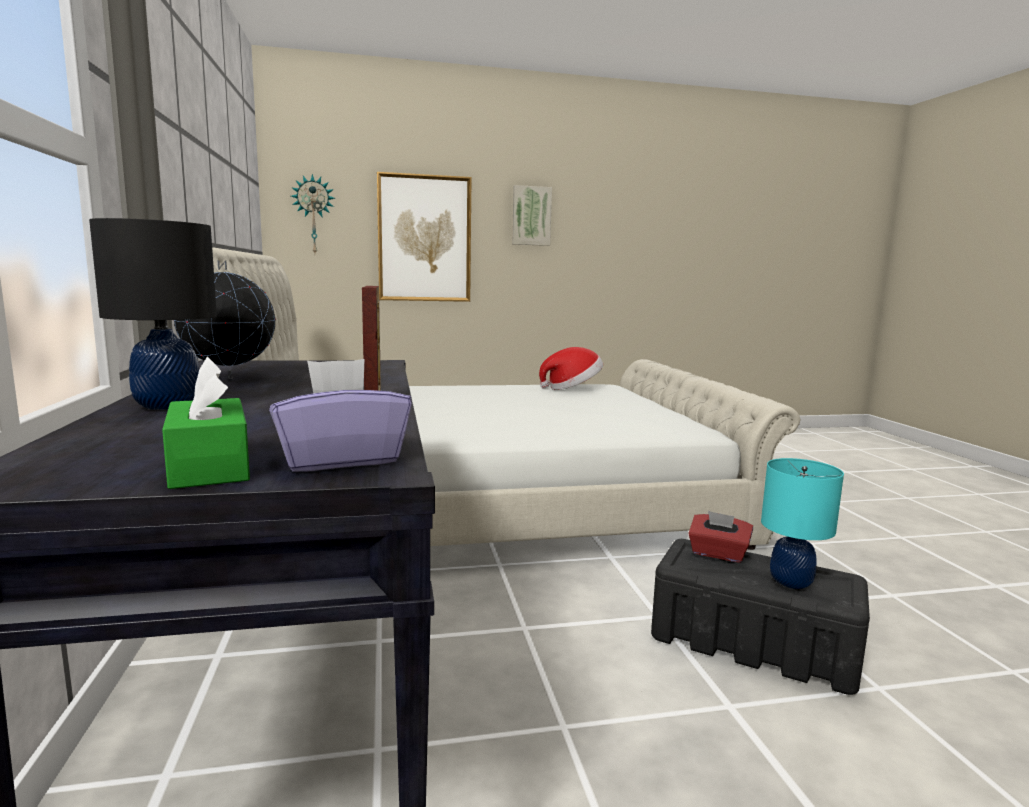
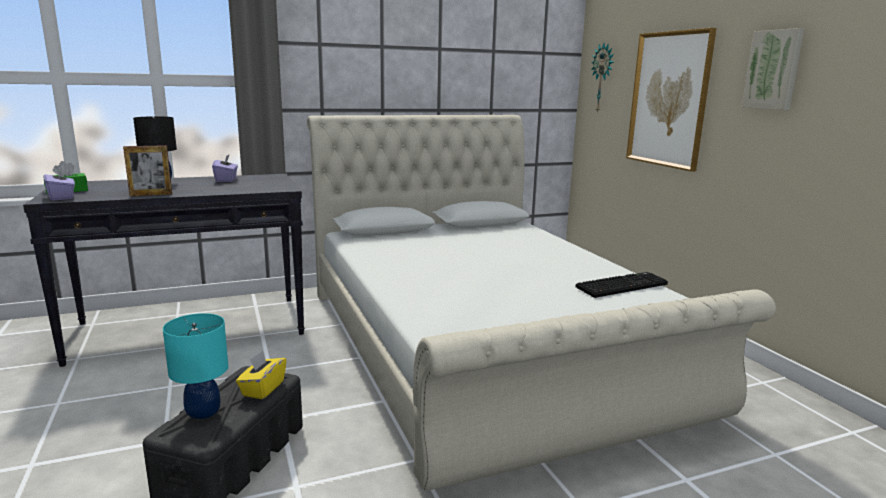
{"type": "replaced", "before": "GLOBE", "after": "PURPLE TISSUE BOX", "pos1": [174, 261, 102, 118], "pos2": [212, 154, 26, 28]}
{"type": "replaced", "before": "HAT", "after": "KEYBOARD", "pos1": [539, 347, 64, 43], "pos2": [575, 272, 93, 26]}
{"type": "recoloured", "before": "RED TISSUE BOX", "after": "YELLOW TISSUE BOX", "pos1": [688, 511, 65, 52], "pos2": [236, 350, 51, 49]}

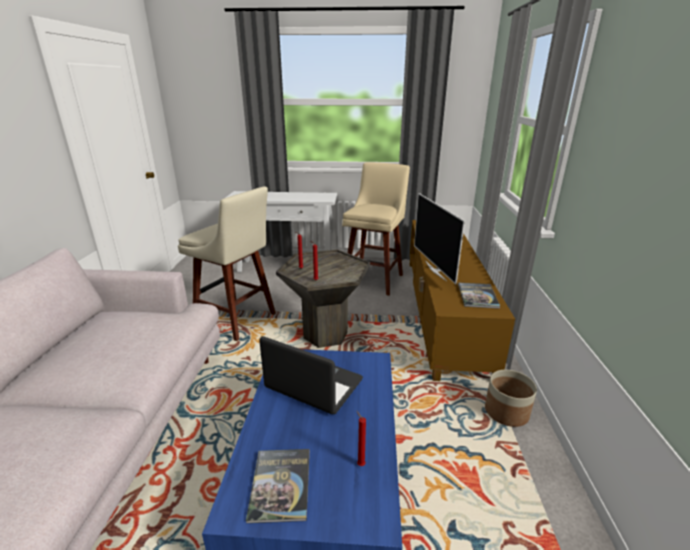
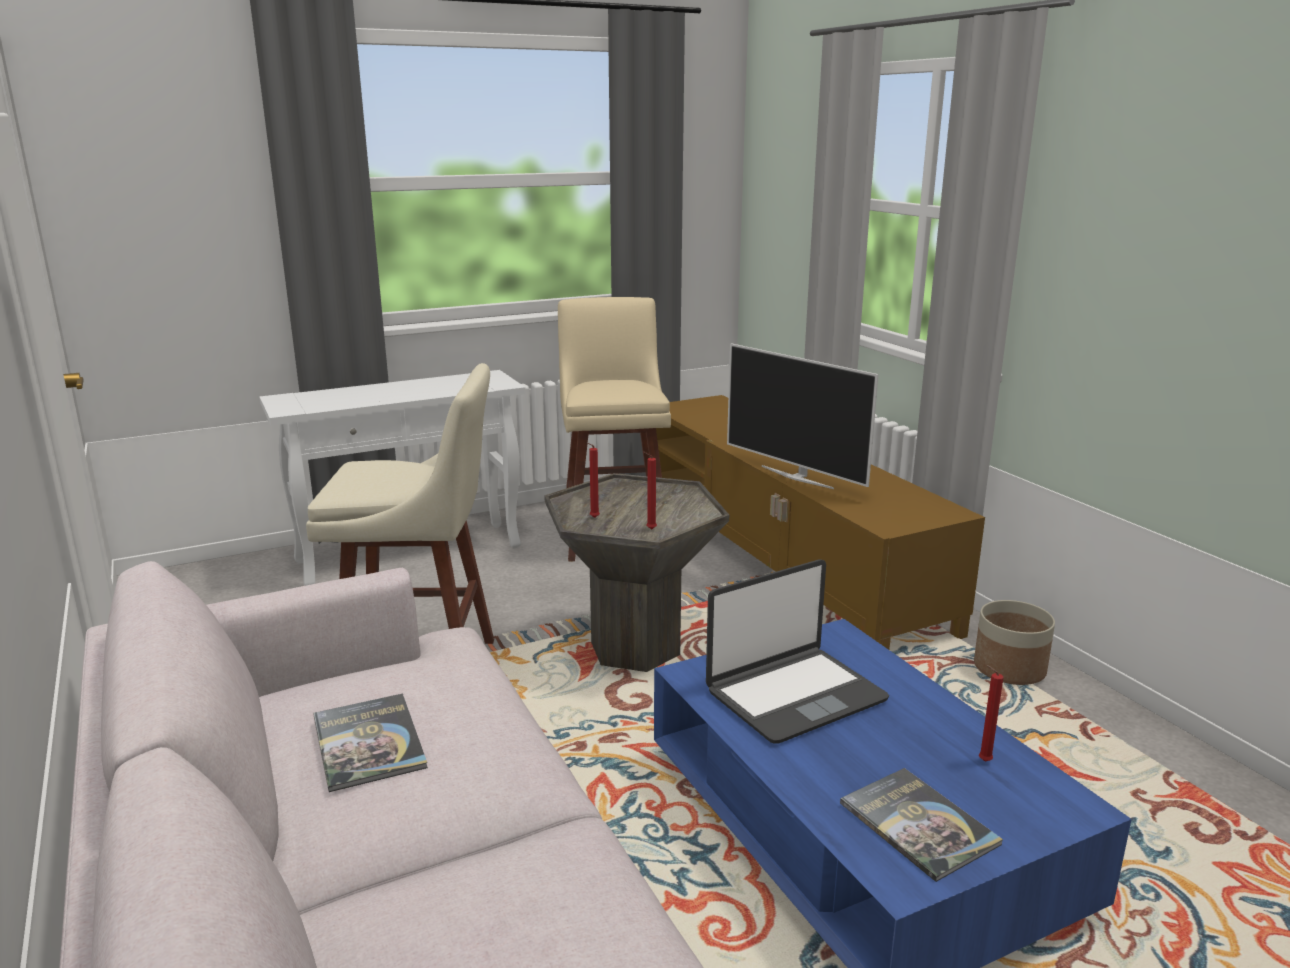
{"type": "moved", "before": "BOOK", "pos1": [458, 283, 42, 26], "pos2": [313, 693, 115, 99]}
{"type": "turned", "before": "LAPTOP", "pos1": [259, 336, 104, 78], "pos2": [706, 560, 183, 184], "turn": 150}

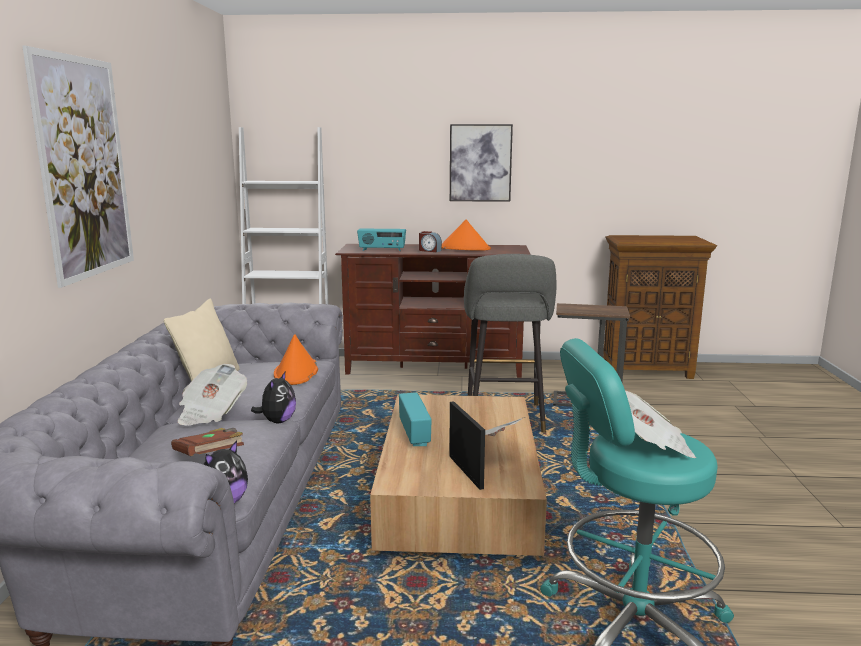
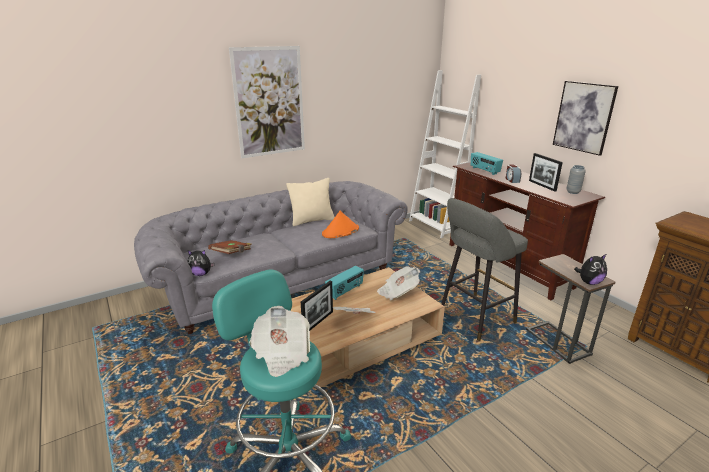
{"type": "added", "after": "GREY VASE", "pos2": [566, 165, 20, 29]}
{"type": "moved", "before": "NEWSPAPER", "pos1": [177, 364, 70, 61], "pos2": [377, 266, 43, 34]}
{"type": "moved", "before": "PLUSH TOY", "pos1": [251, 372, 45, 51], "pos2": [574, 254, 33, 31]}
{"type": "replaced", "before": "ORANGE HAT", "after": "PICTURE FRAME", "pos1": [442, 220, 49, 31], "pos2": [529, 153, 34, 39]}

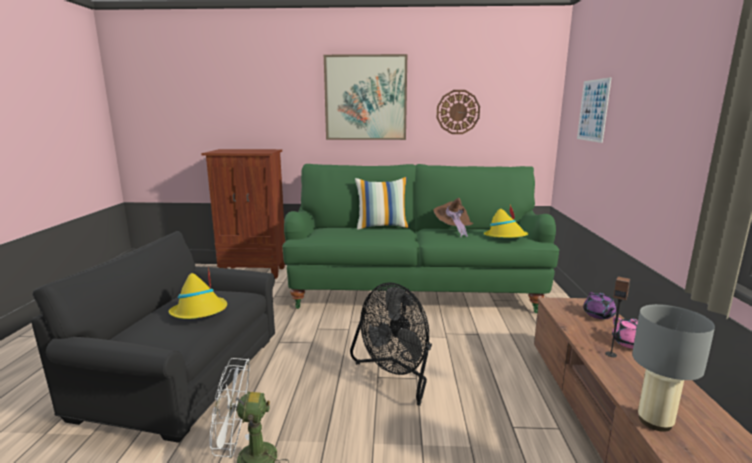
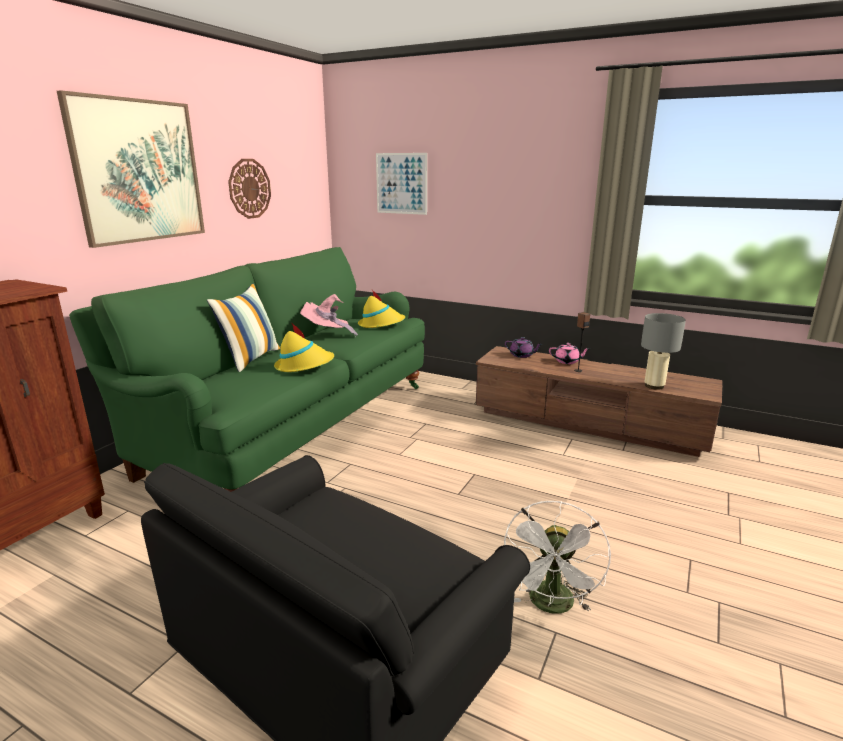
{"type": "removed", "before": "BLACK FAN", "pos1": [350, 283, 82, 123]}
{"type": "moved", "before": "YELLOW HAT", "pos1": [169, 266, 58, 53], "pos2": [274, 322, 60, 50]}
{"type": "recoloured", "before": "BROWN HAT", "after": "PINK HAT", "pos1": [433, 198, 40, 39], "pos2": [300, 294, 58, 44]}

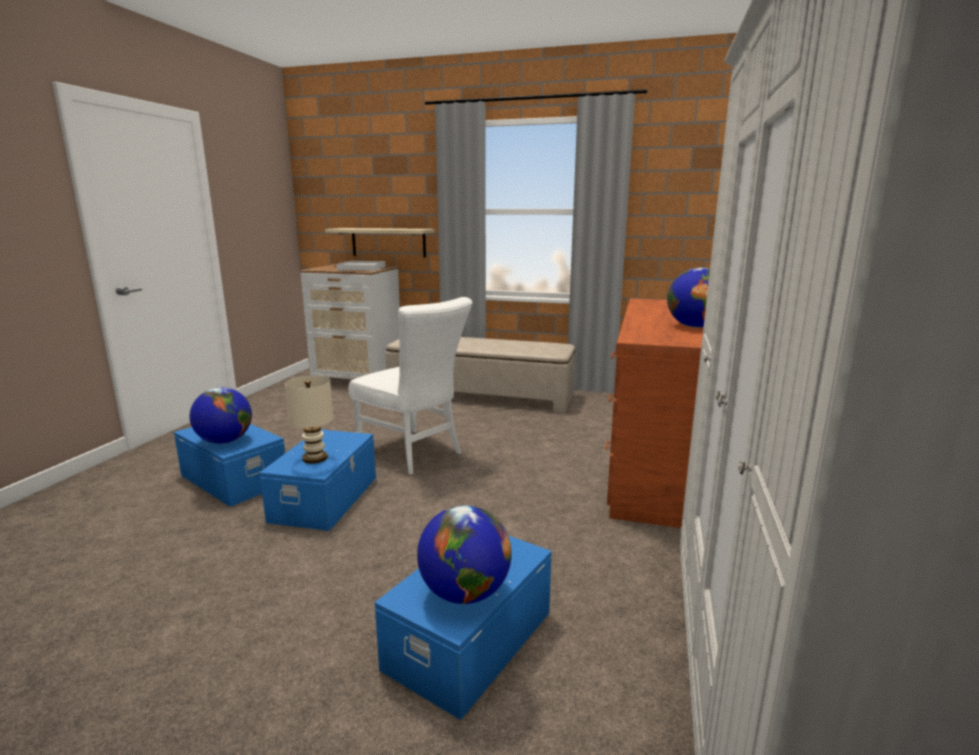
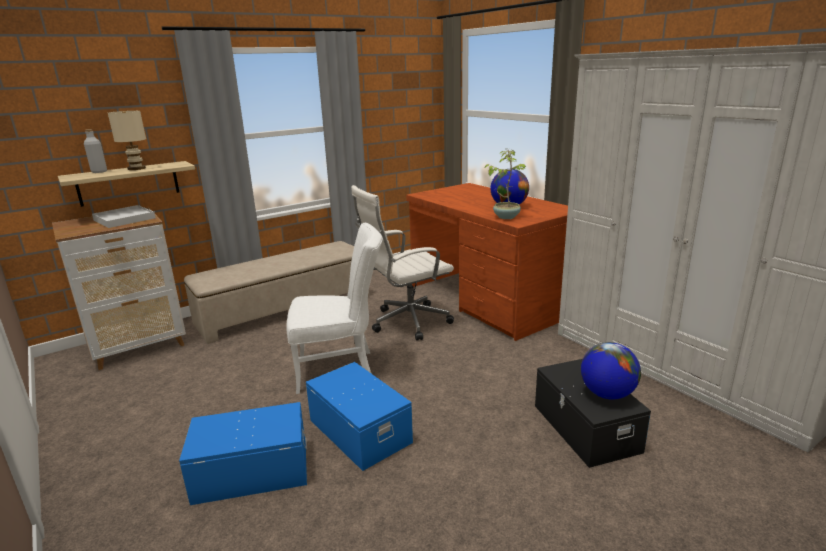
{"type": "removed", "before": "GLOBE", "pos1": [190, 387, 62, 57]}
{"type": "added", "after": "GREY BOTTLE", "pos2": [84, 129, 23, 44]}
{"type": "added", "after": "WHITE OFFICE CHAIR", "pos2": [351, 185, 103, 156]}
{"type": "added", "after": "POTTED PLANT", "pos2": [485, 150, 41, 69]}
{"type": "moved", "before": "BEIGE TABLE LAMP", "pos1": [285, 375, 48, 89], "pos2": [108, 111, 38, 59]}
{"type": "recoloured", "before": "BLUE STORAGE BOX", "after": "BLACK STORAGE BOX", "pos1": [375, 535, 177, 185], "pos2": [535, 359, 116, 109]}

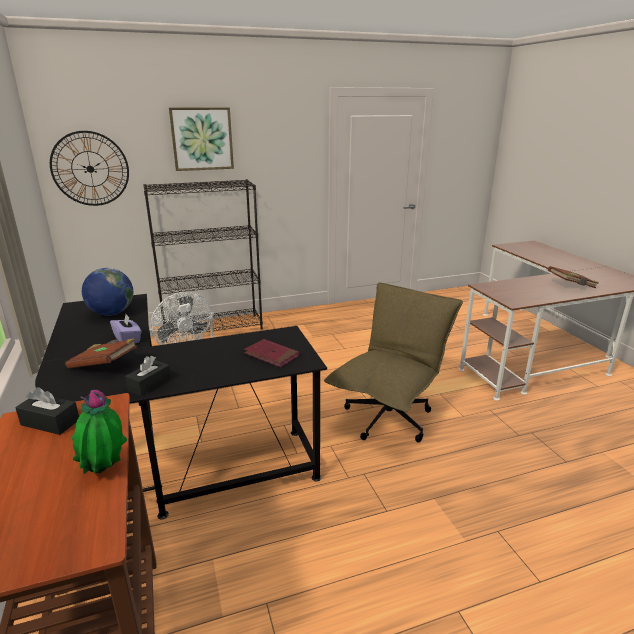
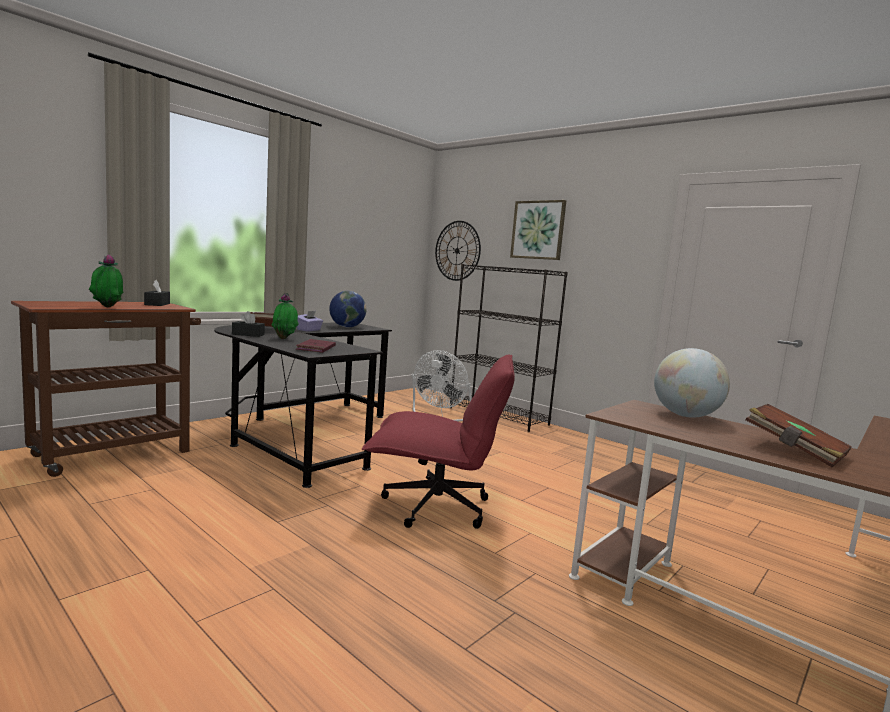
{"type": "added", "after": "POTTED PLANT", "pos2": [272, 293, 27, 46]}
{"type": "added", "after": "GLOBE", "pos2": [654, 348, 76, 70]}
{"type": "recoloured", "before": "BEIGE OFFICE CHAIR", "after": "RED OFFICE CHAIR", "pos1": [324, 282, 139, 160], "pos2": [362, 354, 153, 175]}

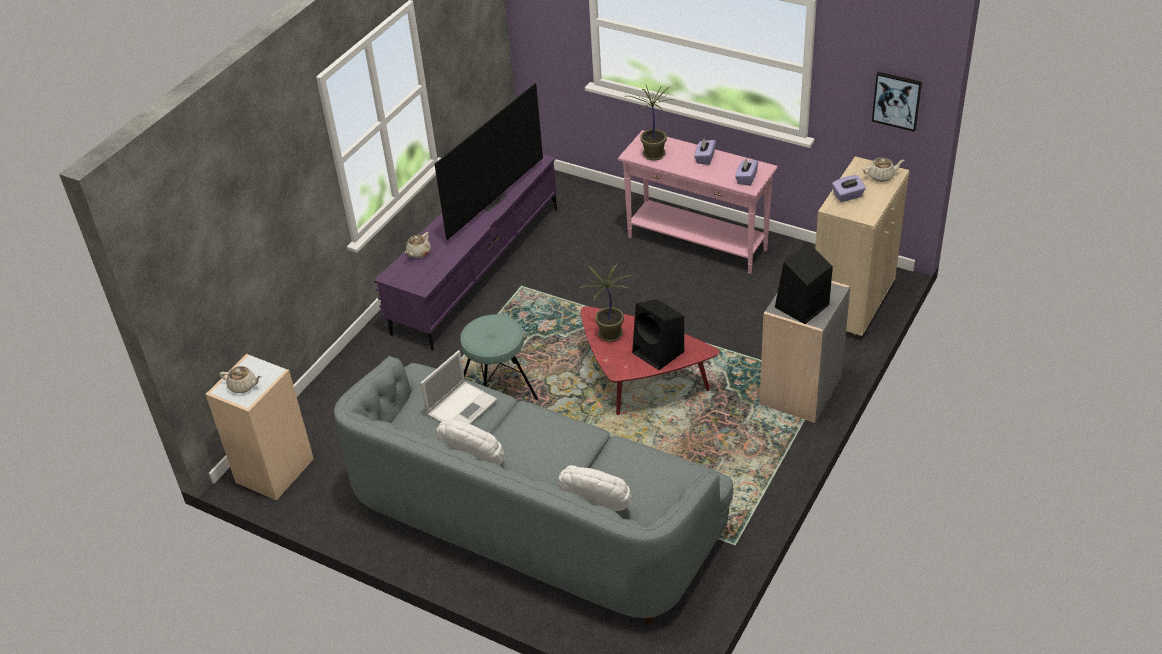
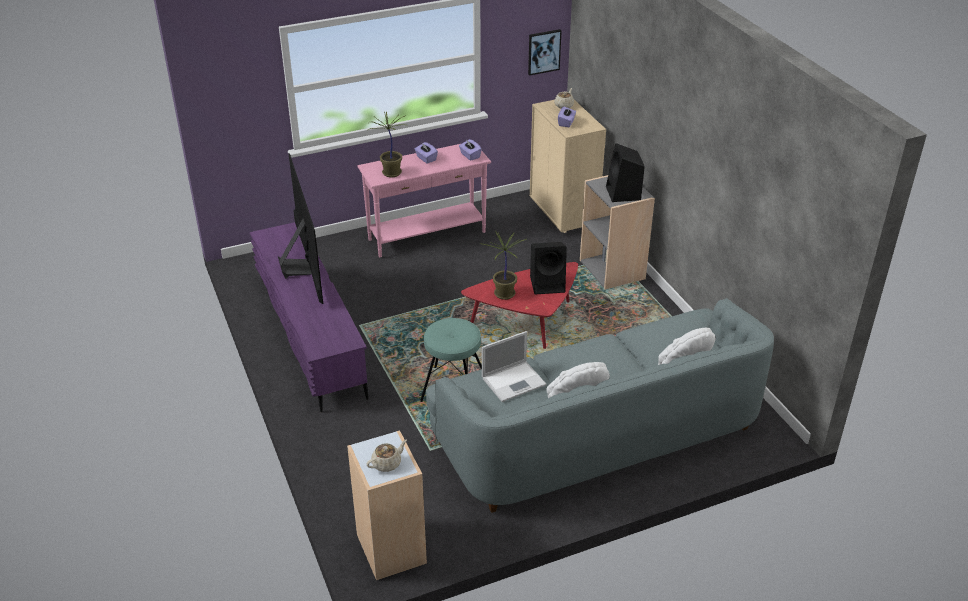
{"type": "removed", "before": "BEIGE TEAPOT", "pos1": [405, 232, 26, 26]}
{"type": "turned", "before": "LAPTOP", "pos1": [420, 350, 77, 74], "pos2": [482, 331, 64, 71], "turn": 75}

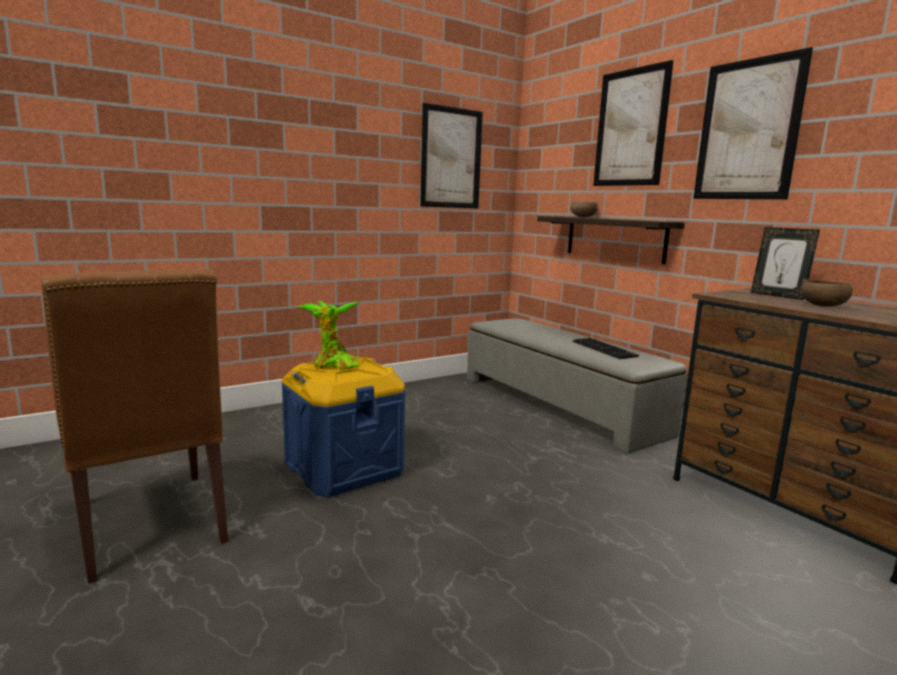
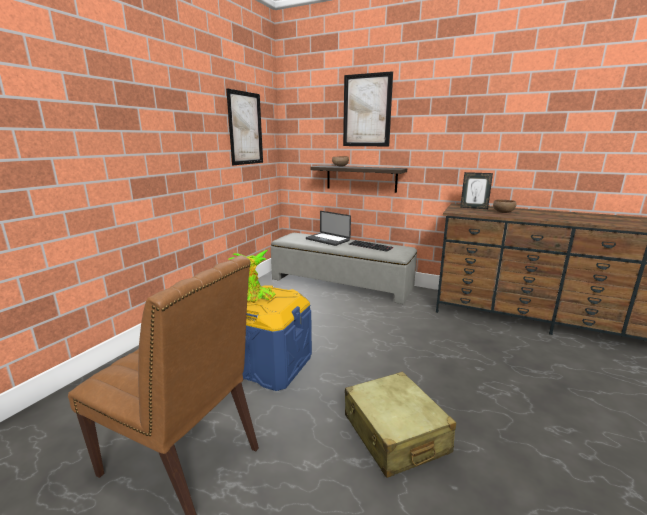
{"type": "removed", "before": "PICTURE", "pos1": [693, 47, 120, 153]}
{"type": "added", "after": "LAPTOP", "pos2": [306, 211, 45, 35]}
{"type": "added", "after": "BEIGE SUITCASE", "pos2": [345, 372, 111, 106]}

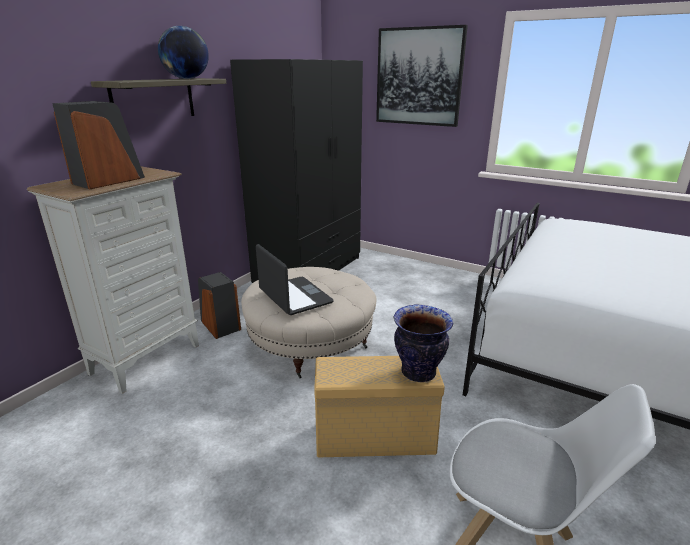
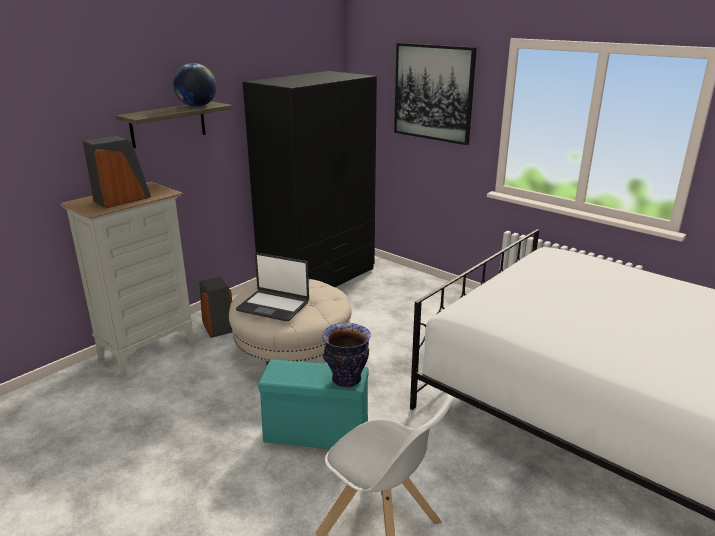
{"type": "recoloured", "before": "BEIGE STORAGE BOX", "after": "TURQUOISE STORAGE BOX", "pos1": [314, 356, 131, 101], "pos2": [258, 359, 110, 90]}
{"type": "turned", "before": "LAPTOP", "pos1": [256, 244, 78, 71], "pos2": [236, 253, 73, 68], "turn": 135}

